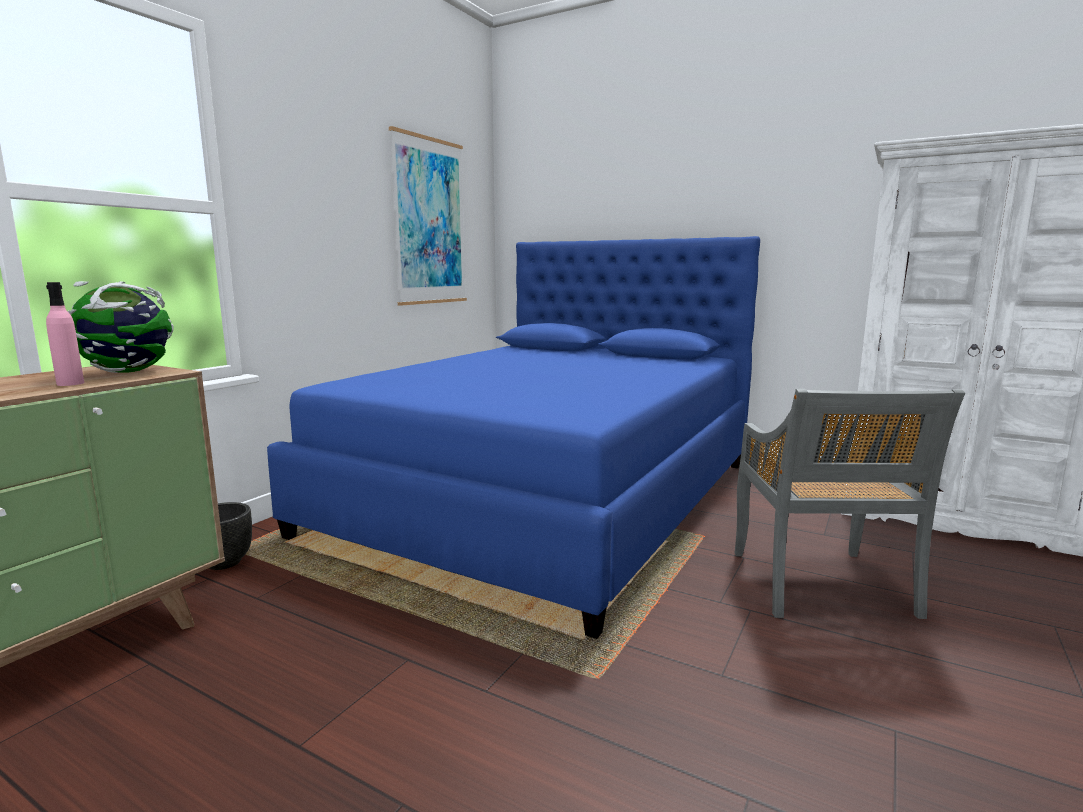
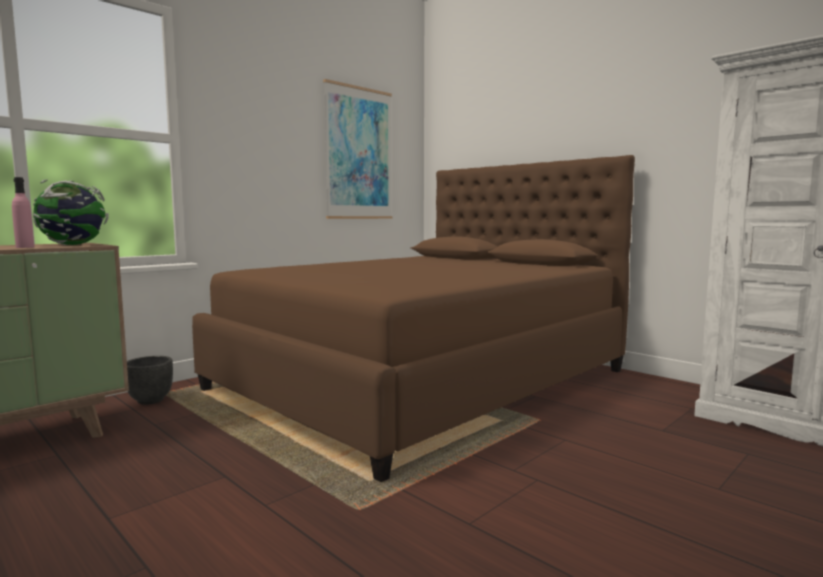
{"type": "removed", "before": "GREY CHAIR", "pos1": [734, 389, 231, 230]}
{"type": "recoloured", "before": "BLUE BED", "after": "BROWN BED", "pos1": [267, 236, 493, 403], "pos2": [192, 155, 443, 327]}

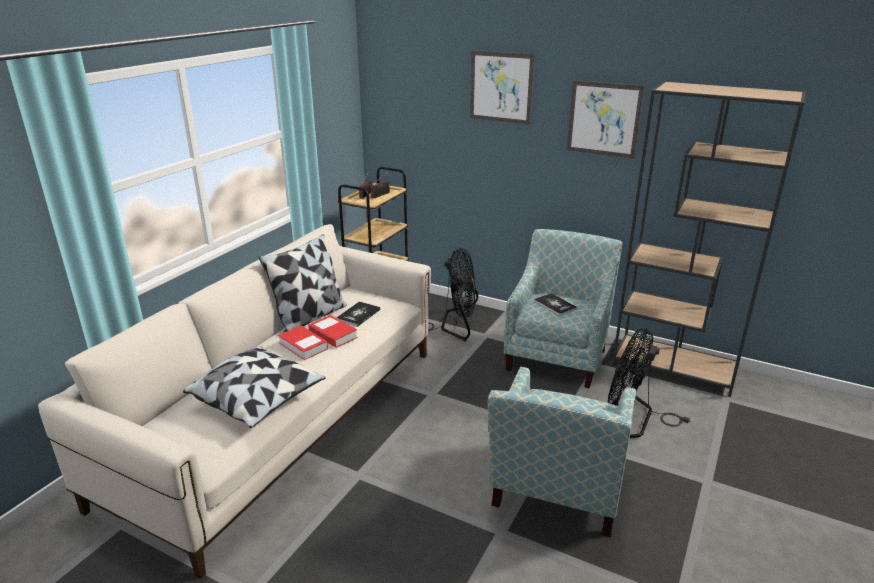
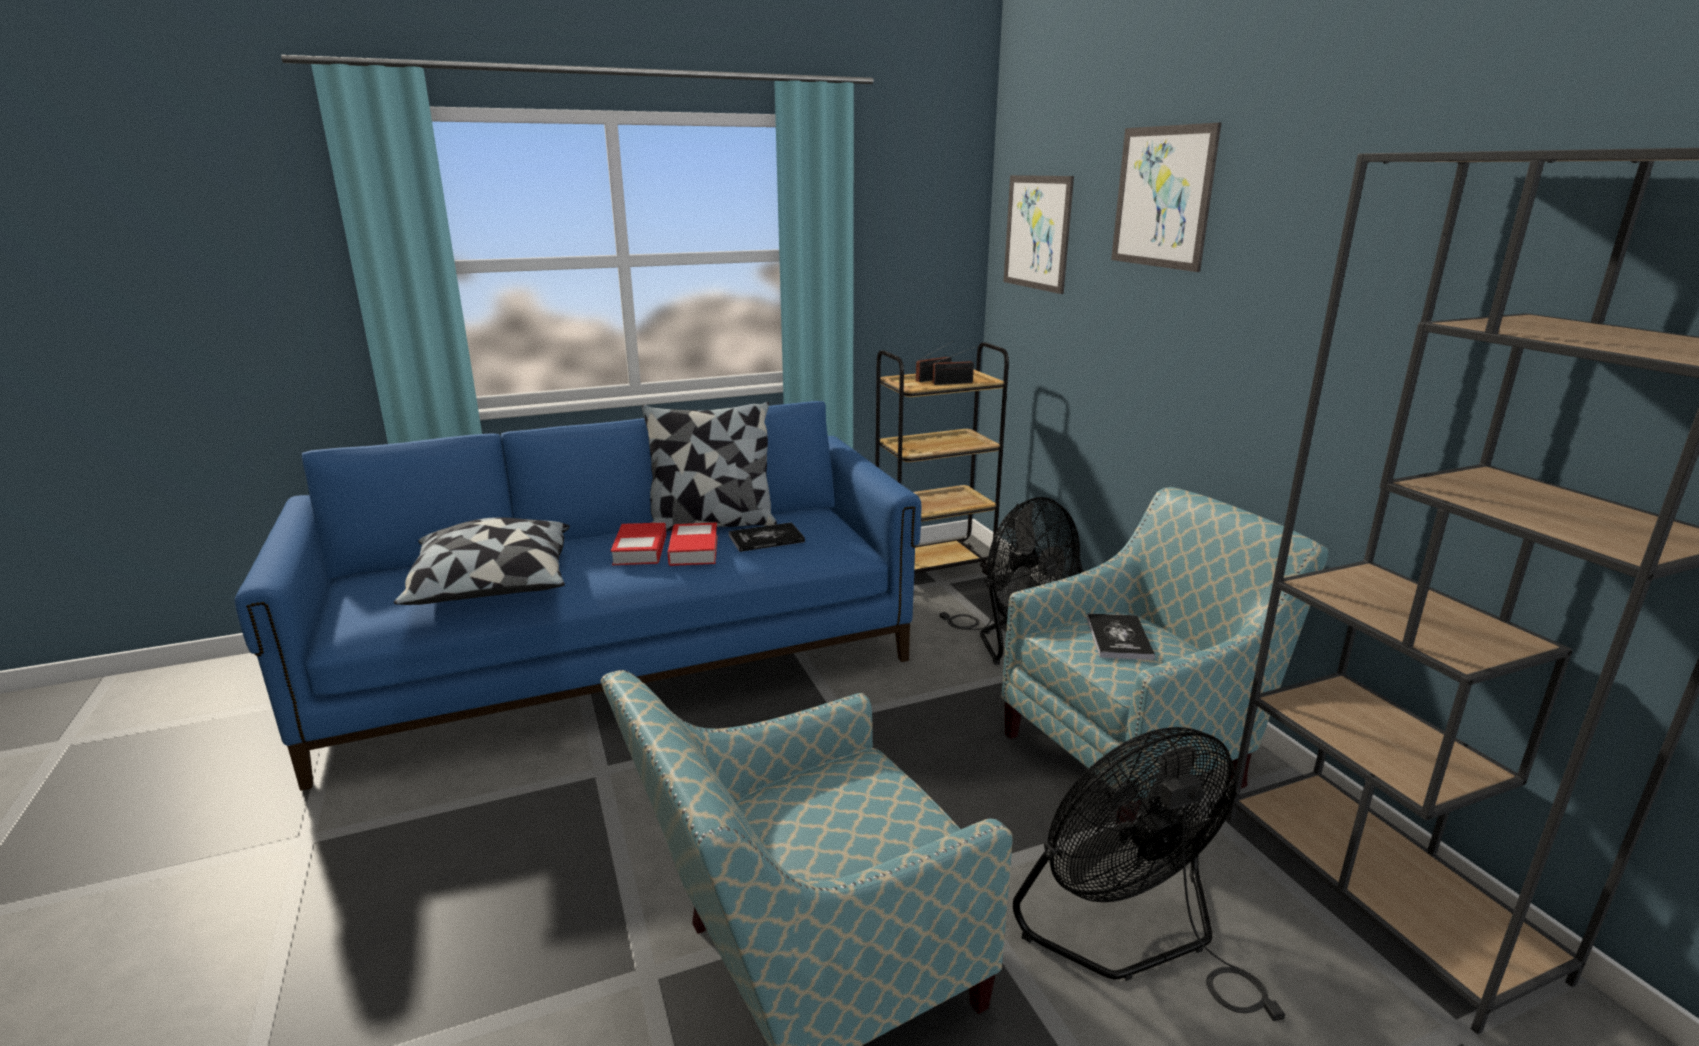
{"type": "moved", "before": "PICTURE", "pos1": [567, 80, 78, 79], "pos2": [1004, 175, 70, 119]}
{"type": "recoloured", "before": "BEIGE SOFA", "after": "BLUE SOFA", "pos1": [38, 224, 393, 355], "pos2": [235, 401, 686, 390]}

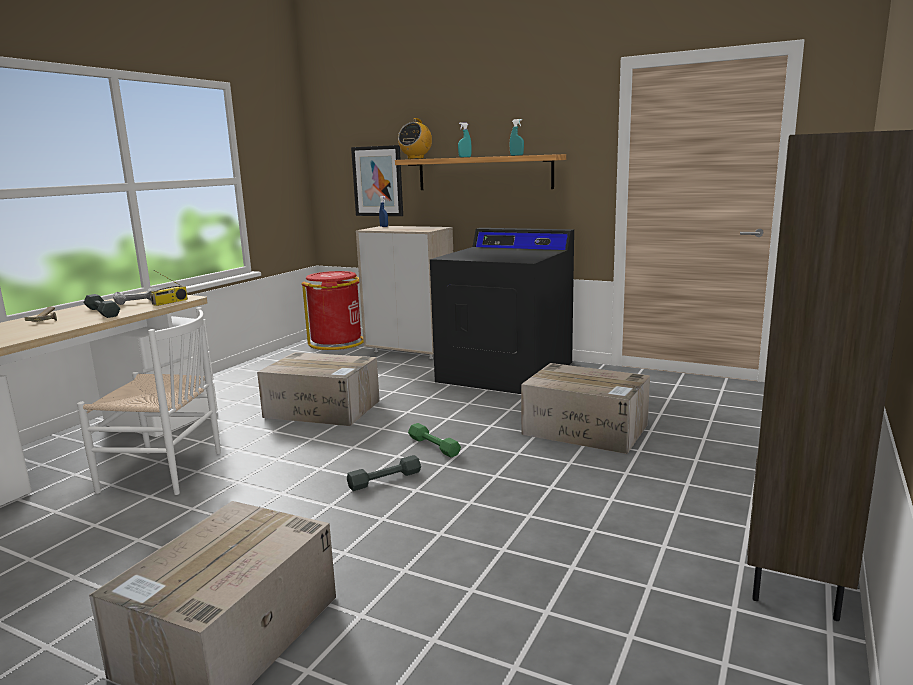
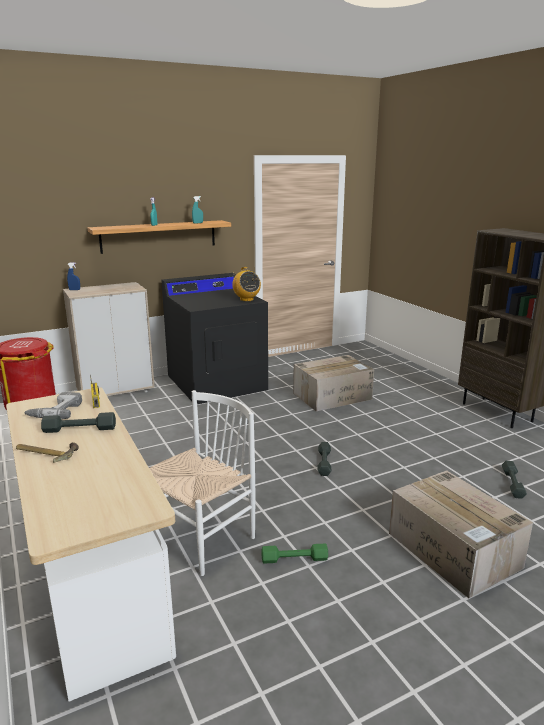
{"type": "removed", "before": "CARDBOARD BOX", "pos1": [257, 352, 123, 74]}
{"type": "removed", "before": "PICTURE", "pos1": [351, 145, 52, 71]}
{"type": "added", "after": "GREY DUMBBELL", "pos2": [502, 461, 25, 37]}
{"type": "moved", "before": "RADIO", "pos1": [398, 118, 34, 41], "pos2": [232, 267, 29, 34]}
{"type": "moved", "before": "GREEN DUMBBELL", "pos1": [408, 423, 53, 34], "pos2": [261, 544, 67, 19]}

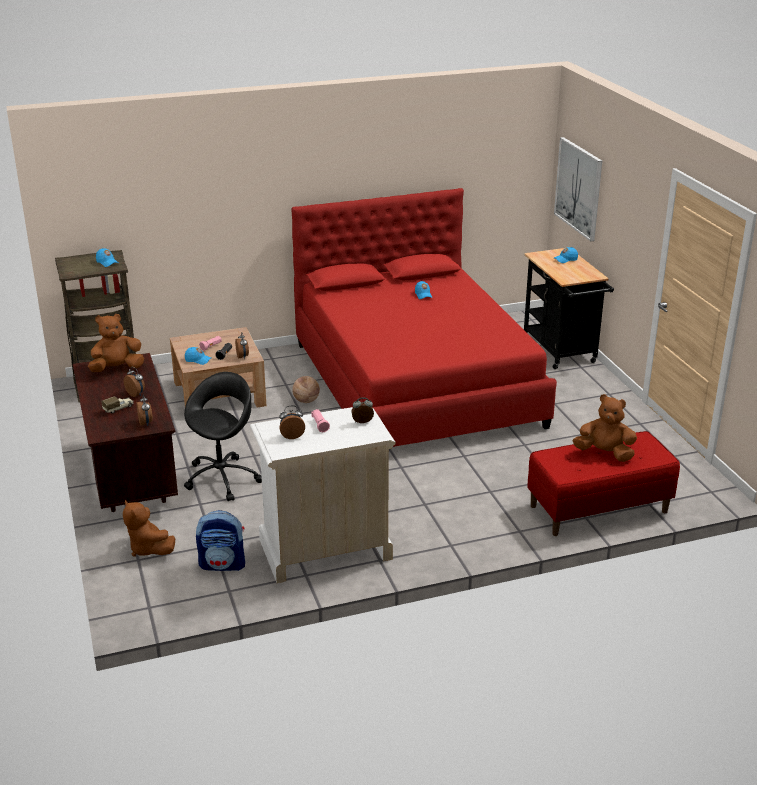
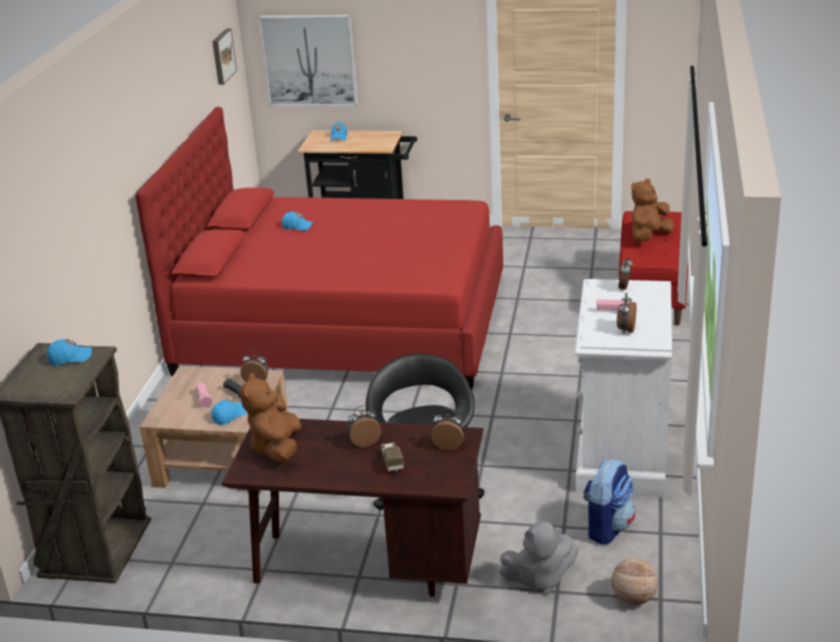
{"type": "added", "after": "PICTURE", "pos2": [212, 28, 25, 57]}
{"type": "moved", "before": "BASKETBALL", "pos1": [292, 376, 28, 27], "pos2": [611, 558, 47, 47]}
{"type": "recoloured", "before": "BROWN PLUSH TOY", "after": "GREY PLUSH TOY", "pos1": [123, 500, 52, 57], "pos2": [499, 522, 79, 73]}

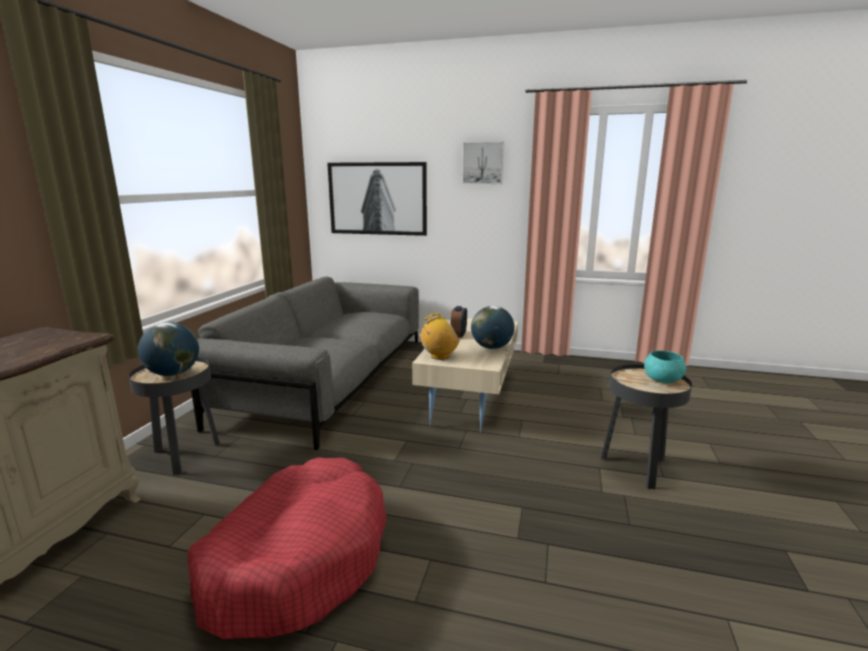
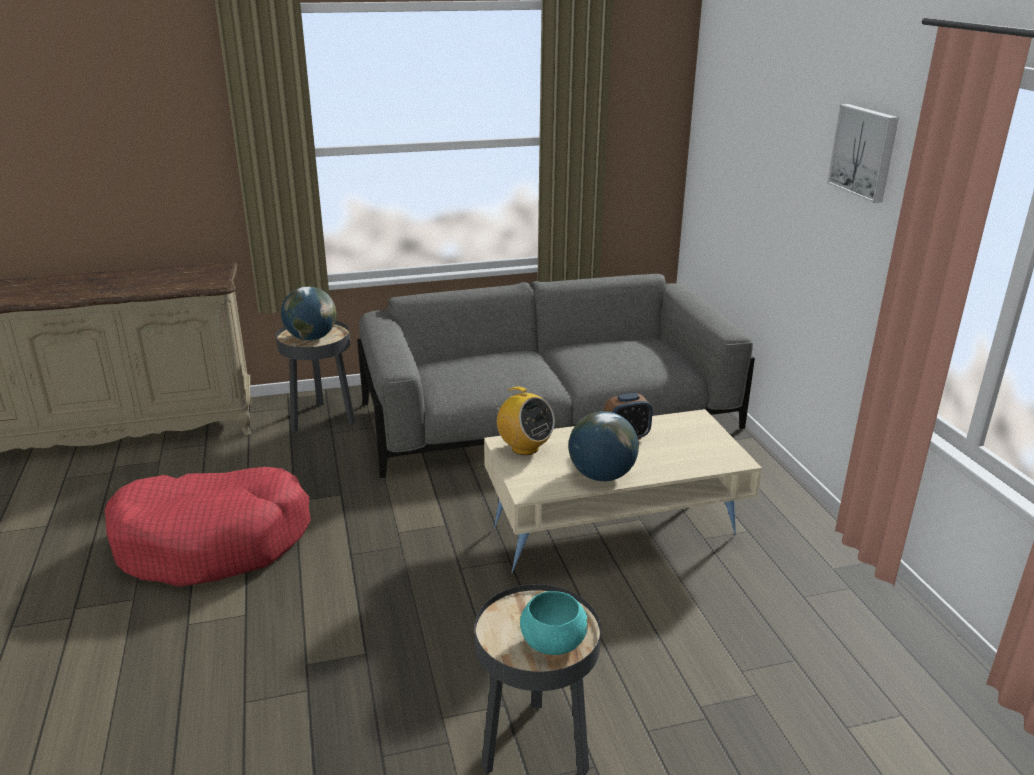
{"type": "removed", "before": "PICTURE", "pos1": [327, 162, 100, 74]}

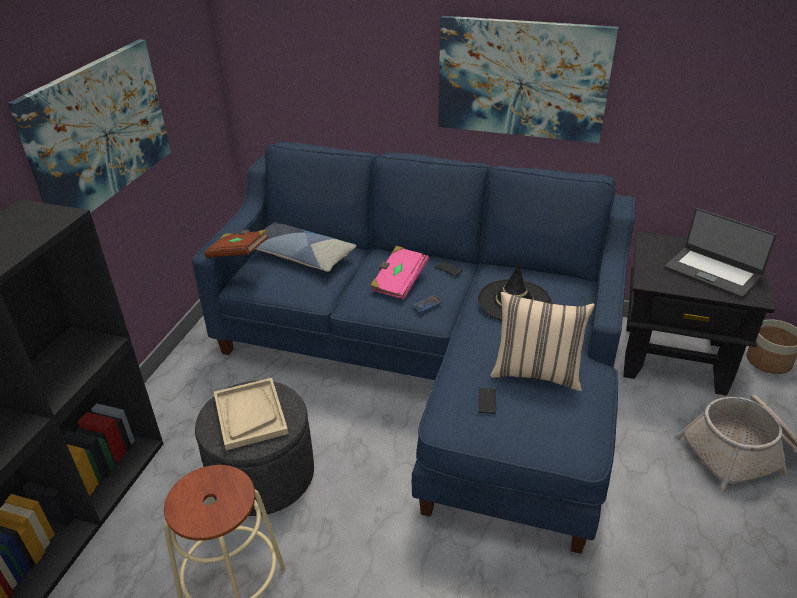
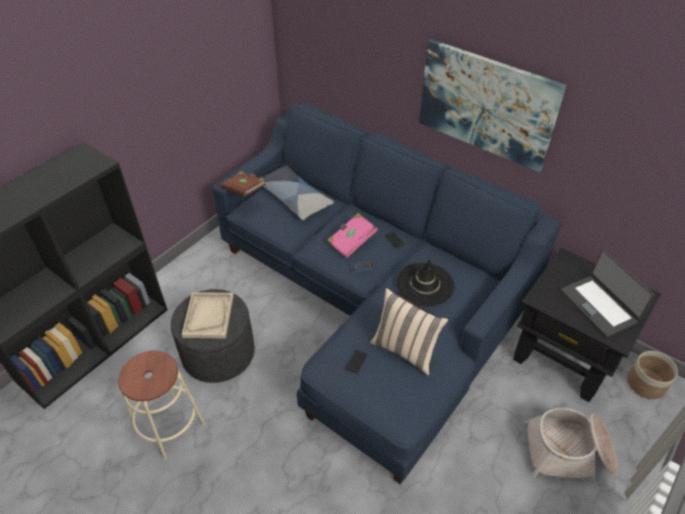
{"type": "removed", "before": "PICTURE", "pos1": [8, 39, 163, 174]}

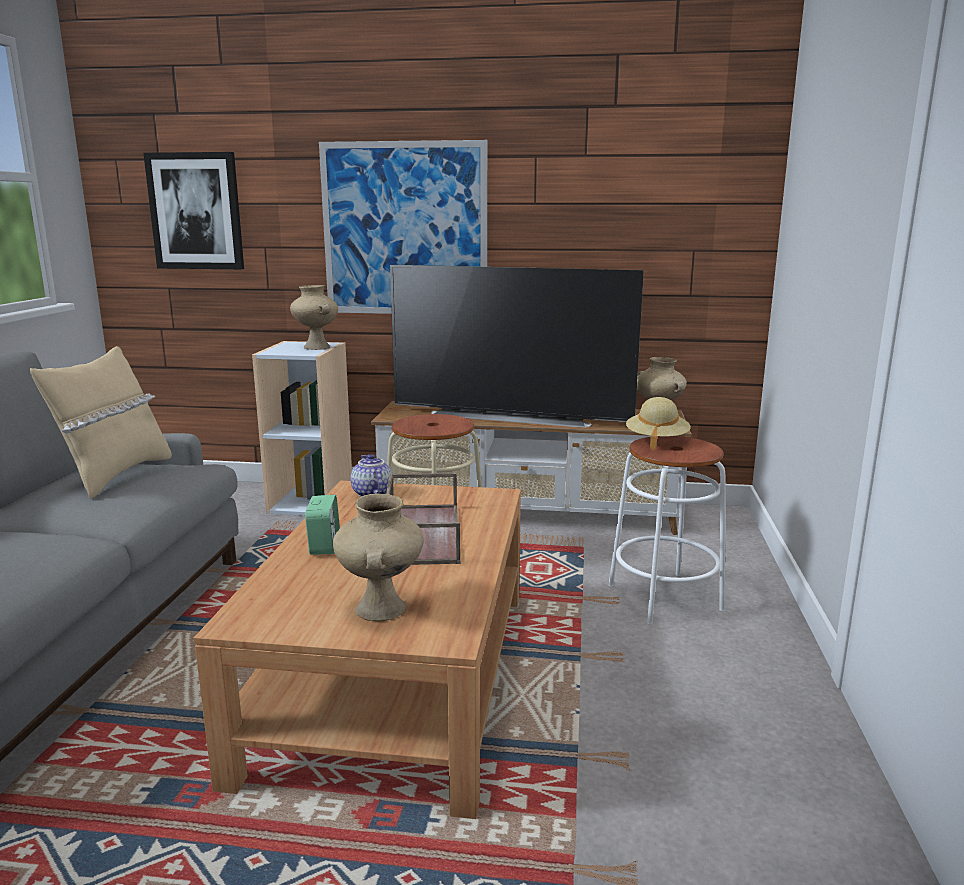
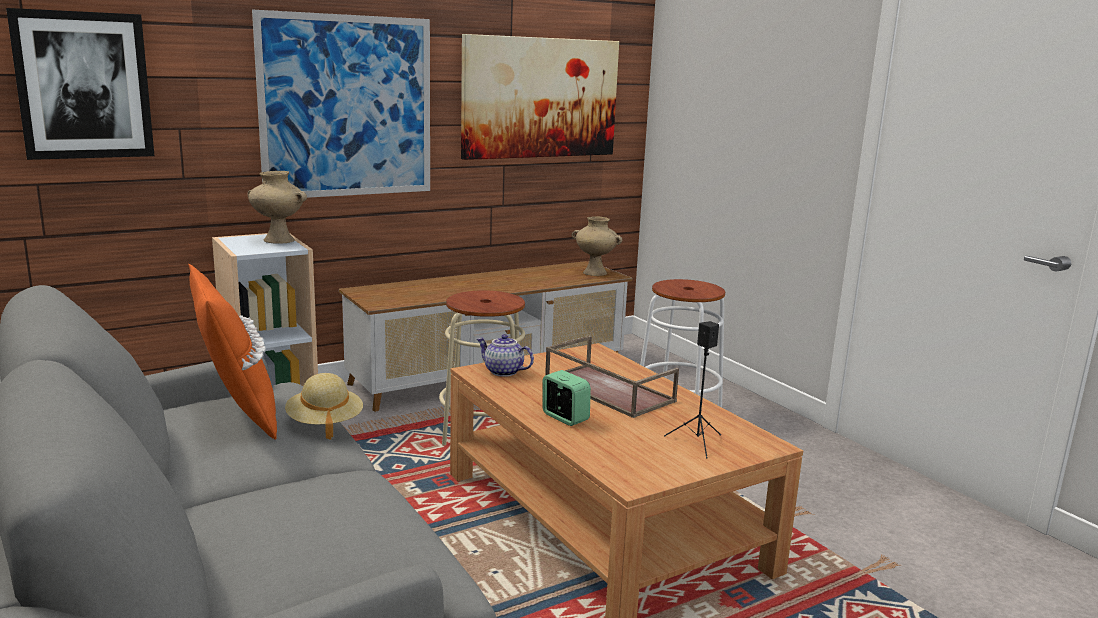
{"type": "removed", "before": "TELEVISION", "pos1": [390, 265, 254, 163]}
{"type": "added", "after": "PICTURE", "pos2": [461, 34, 158, 126]}
{"type": "moved", "before": "BEIGE HAT", "pos1": [626, 397, 65, 53], "pos2": [285, 373, 78, 67]}
{"type": "replaced", "before": "BEIGE VASE", "after": "BLACK SPEAKER", "pos1": [333, 493, 91, 128], "pos2": [664, 321, 57, 137]}
{"type": "recoloured", "before": "BEIGE PILLOW", "after": "ORANGE PILLOW", "pos1": [30, 346, 142, 153], "pos2": [188, 264, 89, 176]}

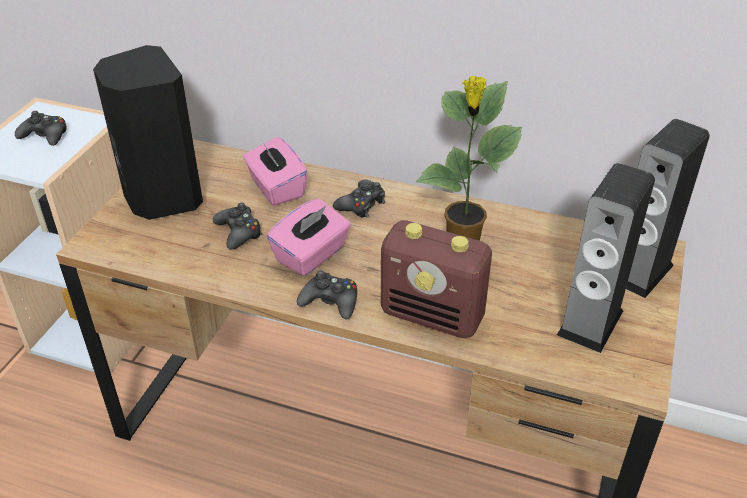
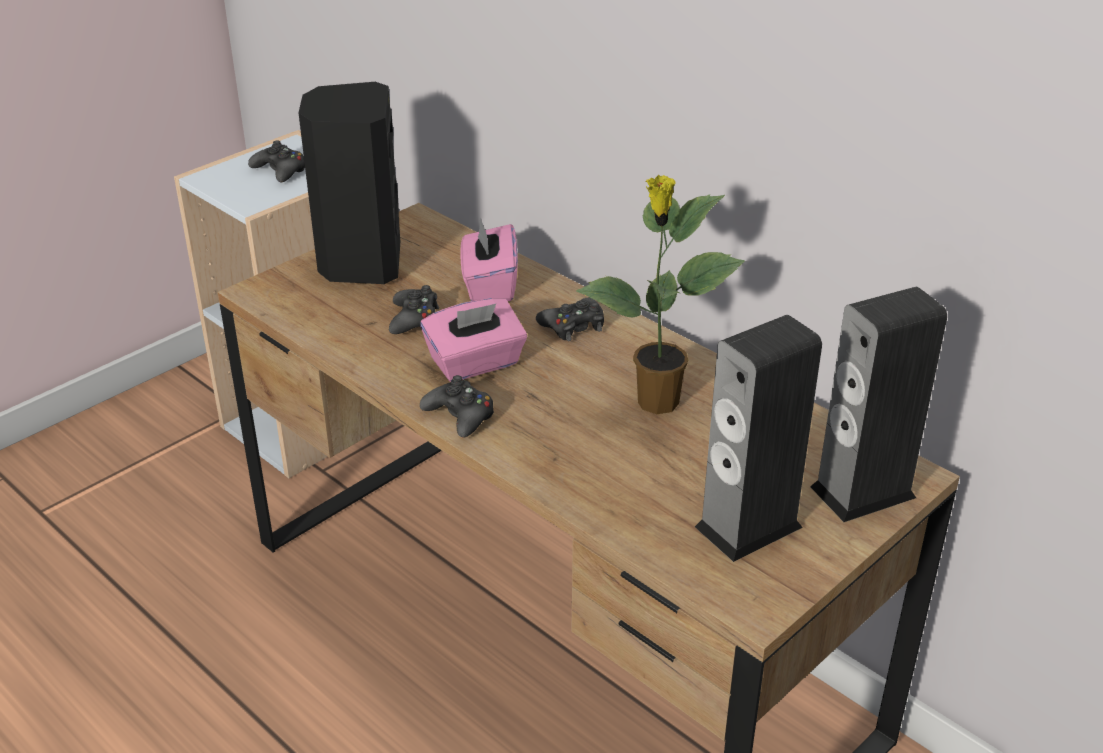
{"type": "removed", "before": "RADIO", "pos1": [381, 220, 111, 118]}

